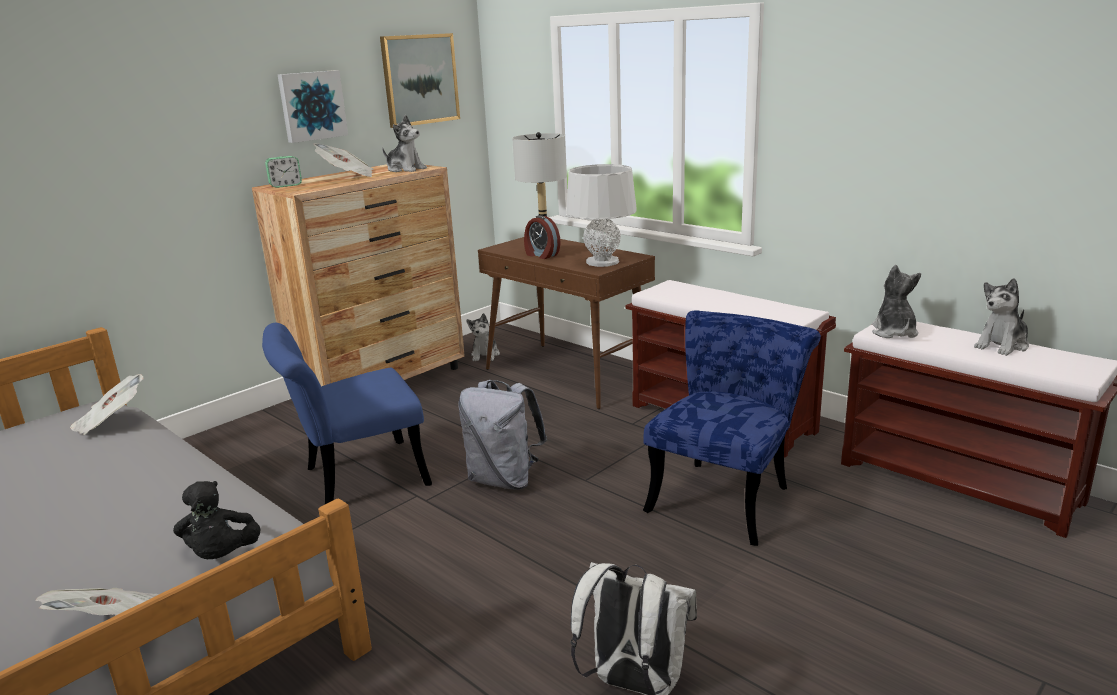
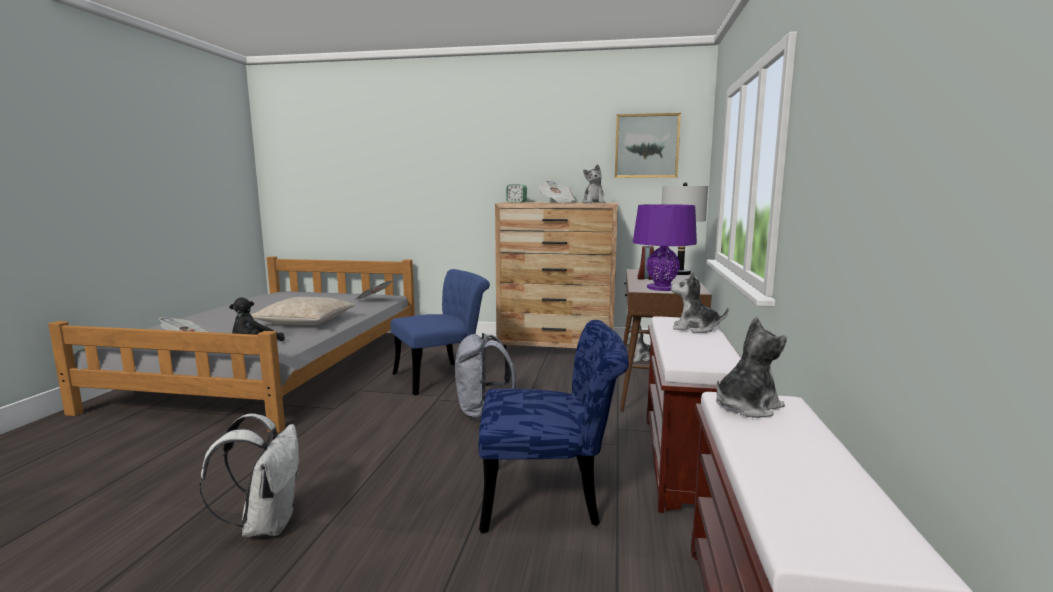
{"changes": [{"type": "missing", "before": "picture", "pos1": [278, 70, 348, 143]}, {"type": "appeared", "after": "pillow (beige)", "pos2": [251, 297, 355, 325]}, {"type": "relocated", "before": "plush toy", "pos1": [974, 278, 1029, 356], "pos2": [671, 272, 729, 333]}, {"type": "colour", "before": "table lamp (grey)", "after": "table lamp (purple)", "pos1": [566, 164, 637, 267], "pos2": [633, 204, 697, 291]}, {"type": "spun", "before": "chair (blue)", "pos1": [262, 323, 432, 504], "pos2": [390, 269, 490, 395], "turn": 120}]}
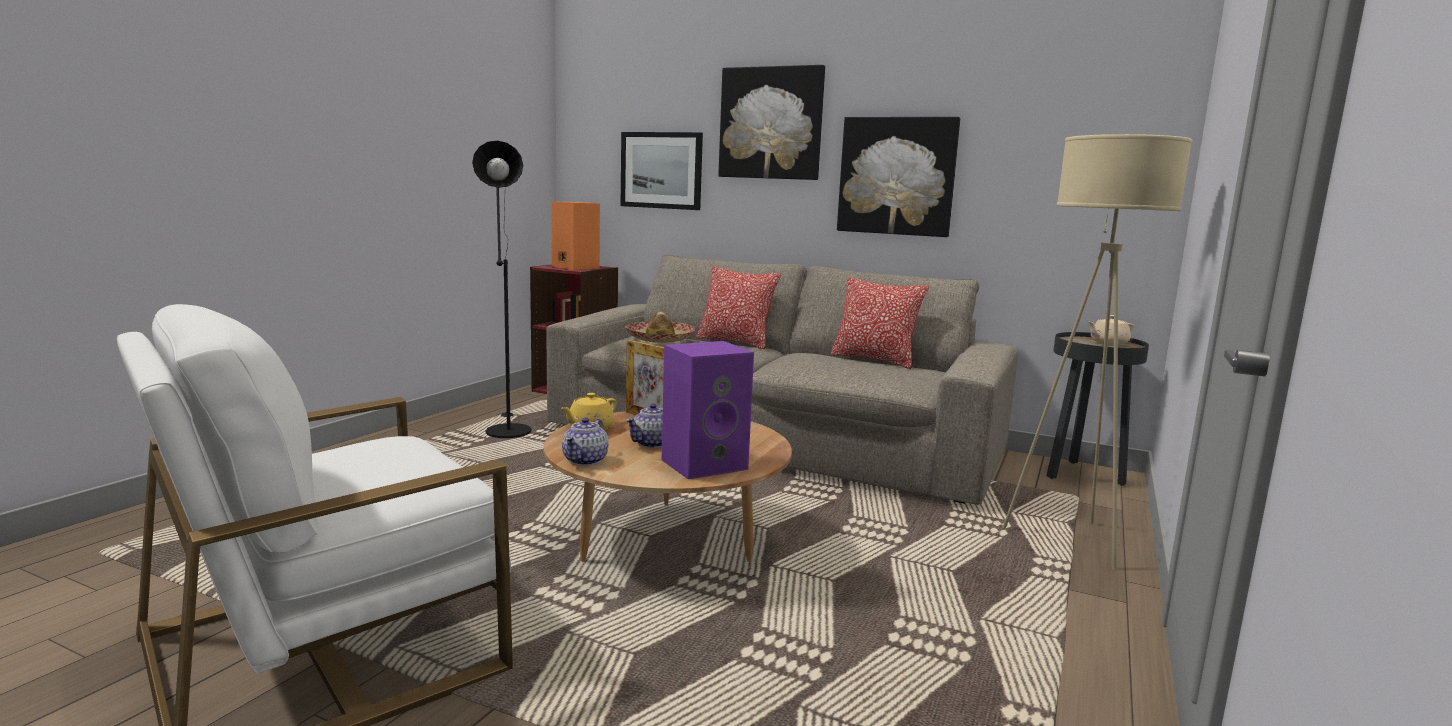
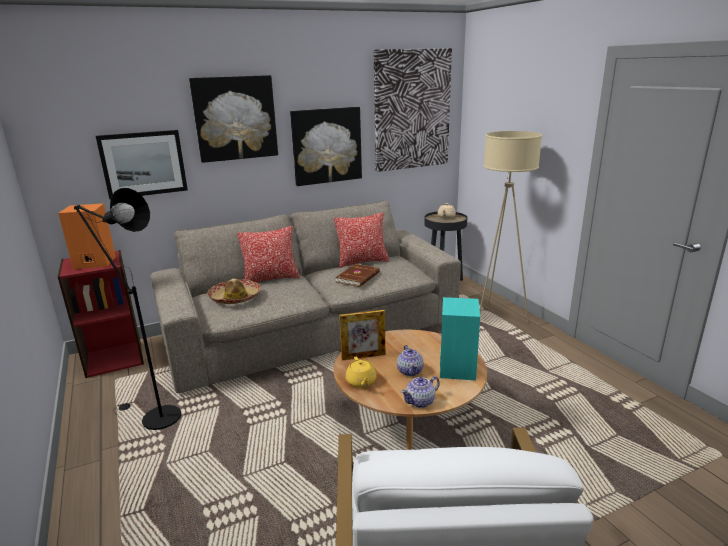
{"changes": [{"type": "appeared", "after": "book (brown)", "pos2": [335, 264, 380, 287]}, {"type": "appeared", "after": "picture", "pos2": [374, 48, 452, 172]}, {"type": "colour", "before": "speaker (purple)", "after": "speaker (turquoise)", "pos1": [662, 341, 754, 479], "pos2": [440, 297, 480, 381]}, {"type": "spun", "before": "teapot", "pos1": [562, 417, 608, 466], "pos2": [401, 376, 440, 408], "turn": 90}]}
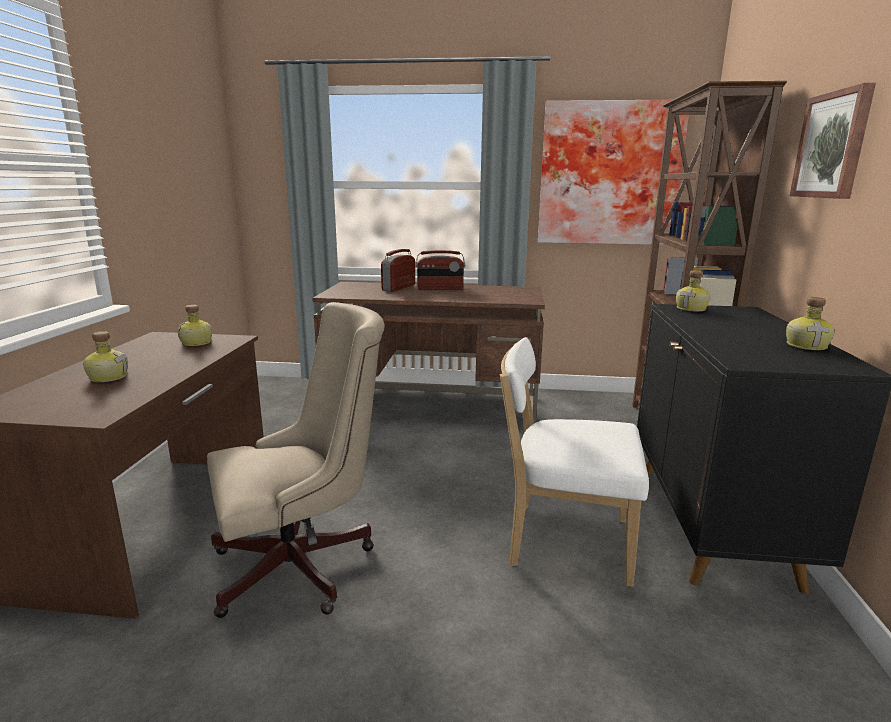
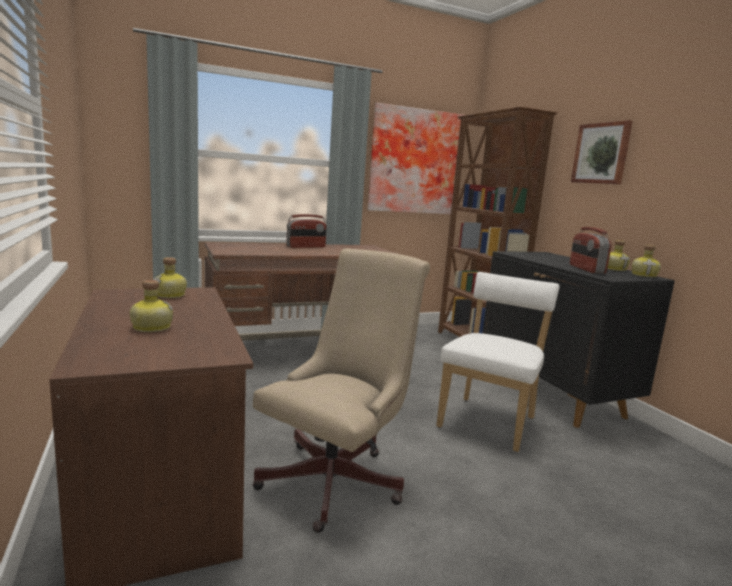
{"changes": [{"type": "relocated", "before": "radio", "pos1": [381, 249, 415, 292], "pos2": [570, 227, 612, 274]}, {"type": "relocated", "before": "bottle", "pos1": [676, 270, 710, 312], "pos2": [632, 245, 661, 277]}, {"type": "spun", "before": "chair (white)", "pos1": [500, 337, 649, 587], "pos2": [436, 272, 559, 452], "turn": 135}]}
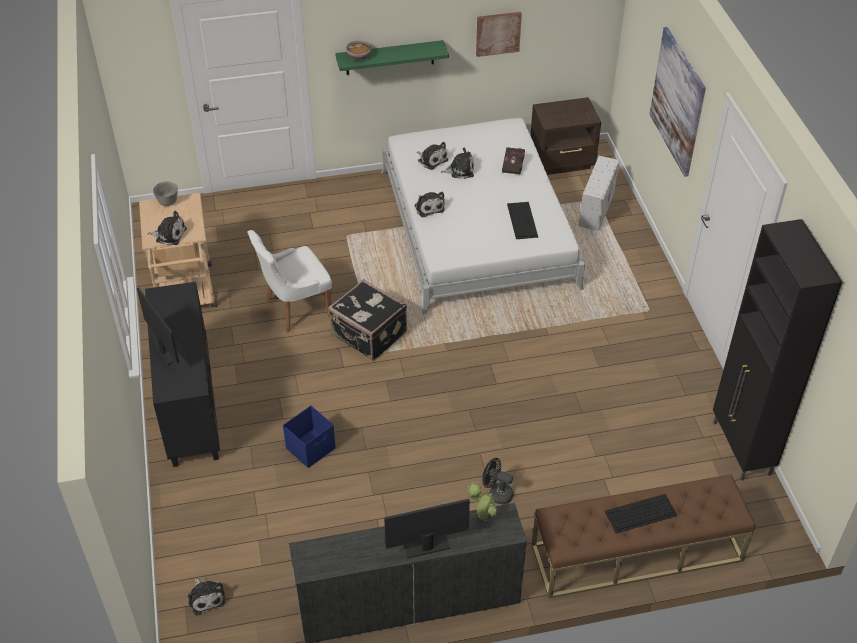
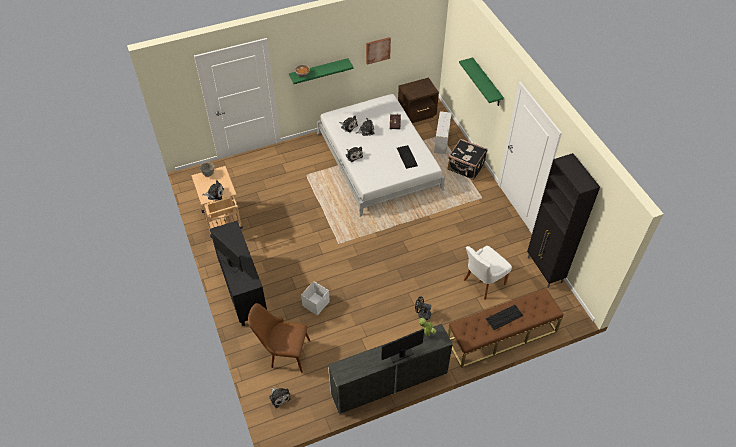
{"changes": [{"type": "appeared", "after": "chair (brown)", "pos2": [248, 303, 311, 373]}, {"type": "relocated", "before": "chair (white)", "pos1": [247, 230, 332, 333], "pos2": [463, 246, 512, 299]}, {"type": "relocated", "before": "suitcase (black)", "pos1": [328, 279, 407, 361], "pos2": [448, 139, 488, 180]}, {"type": "exchanged", "before": "picture", "after": "shelf (green)", "pos1": [649, 27, 706, 177], "pos2": [459, 57, 504, 106]}, {"type": "colour", "before": "storage box (blue)", "after": "storage box (white)", "pos1": [283, 406, 336, 468], "pos2": [301, 281, 330, 315]}]}
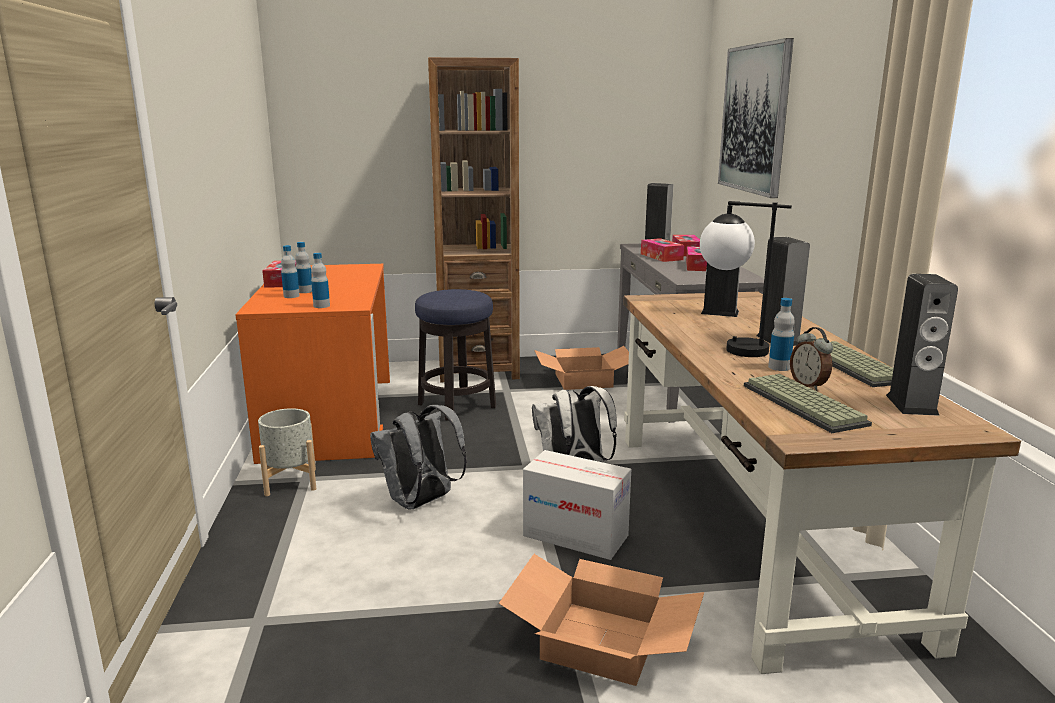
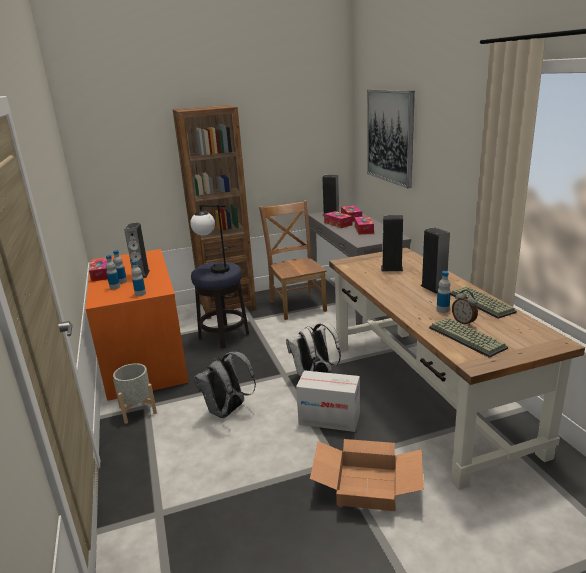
{"changes": [{"type": "relocated", "before": "table lamp", "pos1": [700, 201, 792, 357], "pos2": [190, 204, 230, 274]}, {"type": "relocated", "before": "speaker", "pos1": [886, 274, 958, 416], "pos2": [124, 223, 150, 278]}, {"type": "exchanged", "before": "cardboard box", "after": "chair (brown)", "pos1": [534, 346, 629, 390], "pos2": [259, 200, 327, 320]}]}
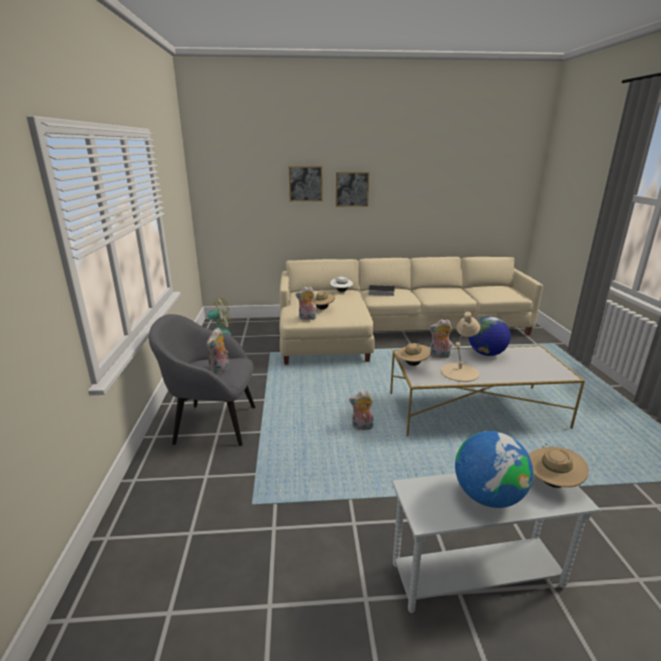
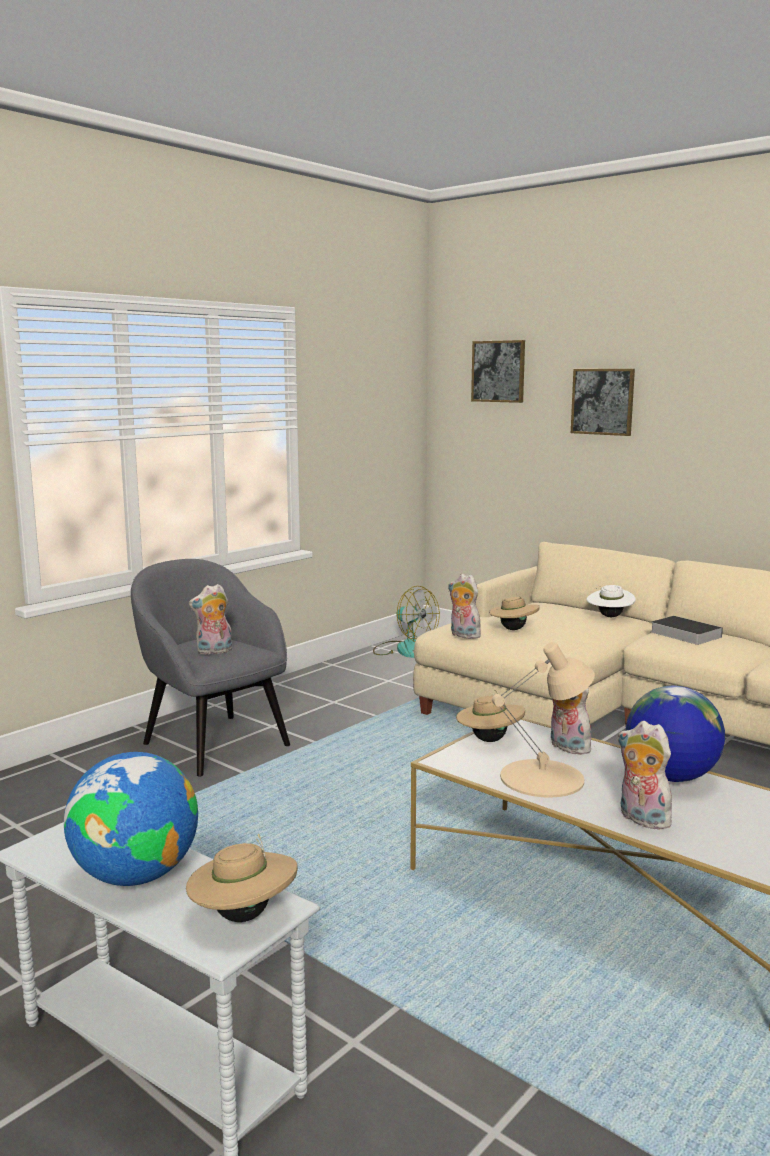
{"changes": [{"type": "relocated", "before": "picture", "pos1": [336, 172, 369, 207], "pos2": [471, 340, 525, 403]}, {"type": "relocated", "before": "plush toy", "pos1": [349, 391, 374, 430], "pos2": [617, 721, 672, 830]}]}
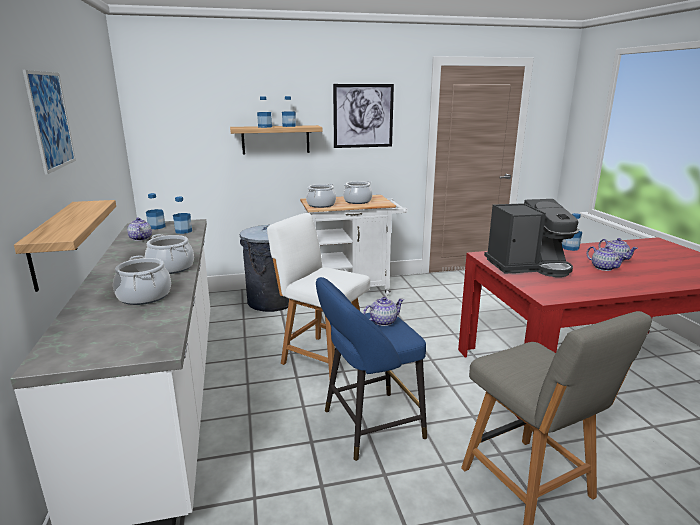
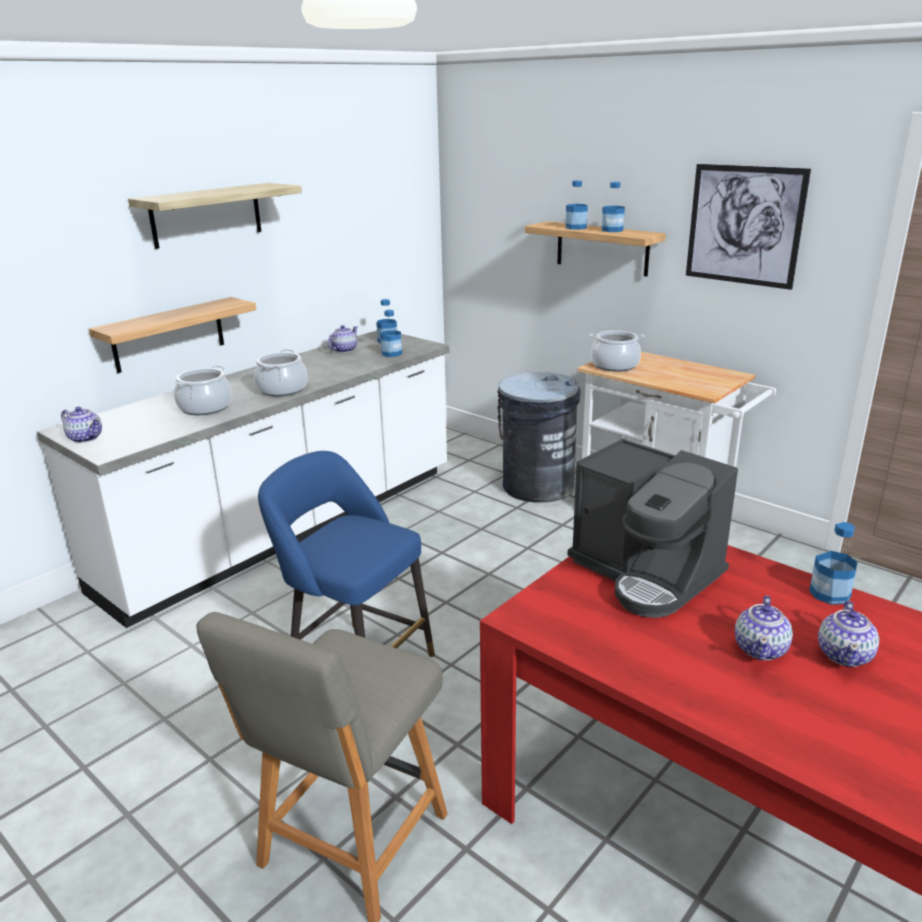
{"changes": [{"type": "missing", "before": "chair (white)", "pos1": [267, 213, 370, 379]}, {"type": "missing", "before": "cooking pot", "pos1": [343, 181, 372, 204]}, {"type": "relocated", "before": "teapot", "pos1": [363, 297, 404, 326], "pos2": [61, 407, 102, 443]}, {"type": "exchanged", "before": "picture", "after": "shelf", "pos1": [23, 70, 76, 174], "pos2": [128, 183, 302, 249]}]}
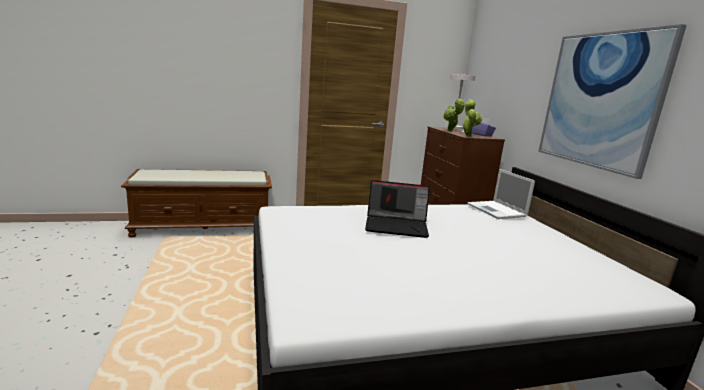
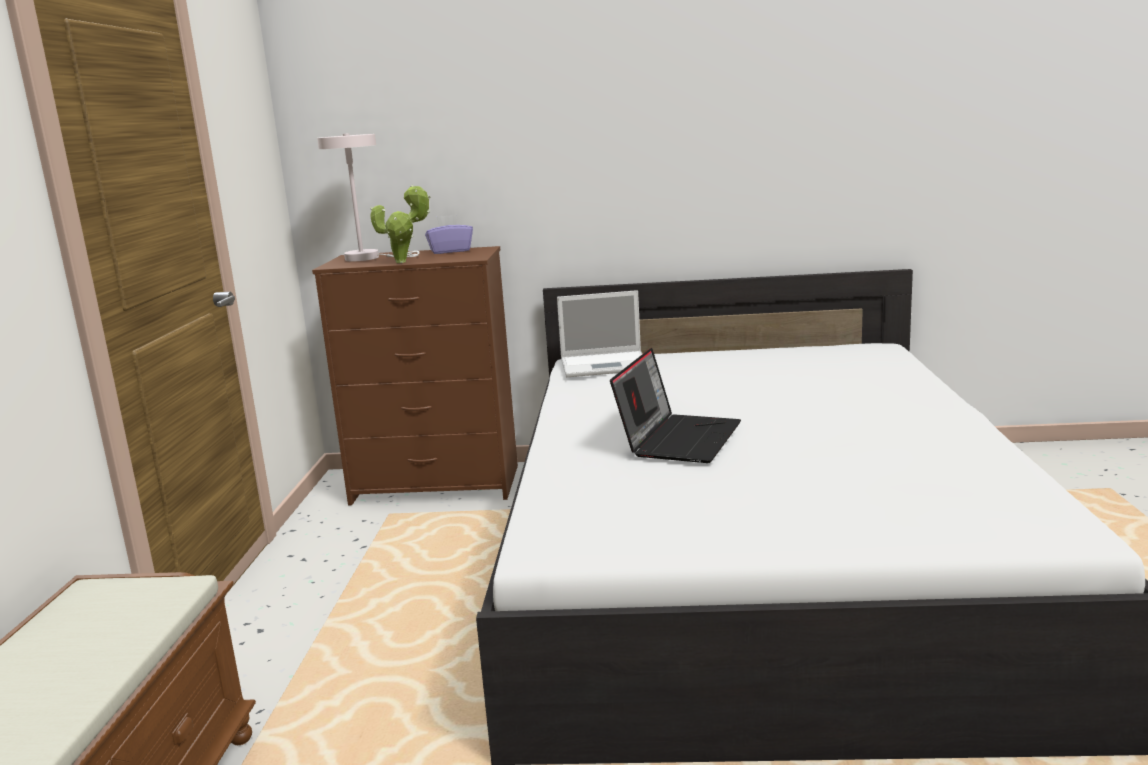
{"changes": [{"type": "missing", "before": "potted plant", "pos1": [462, 99, 482, 137]}, {"type": "missing", "before": "picture", "pos1": [538, 24, 687, 179]}]}
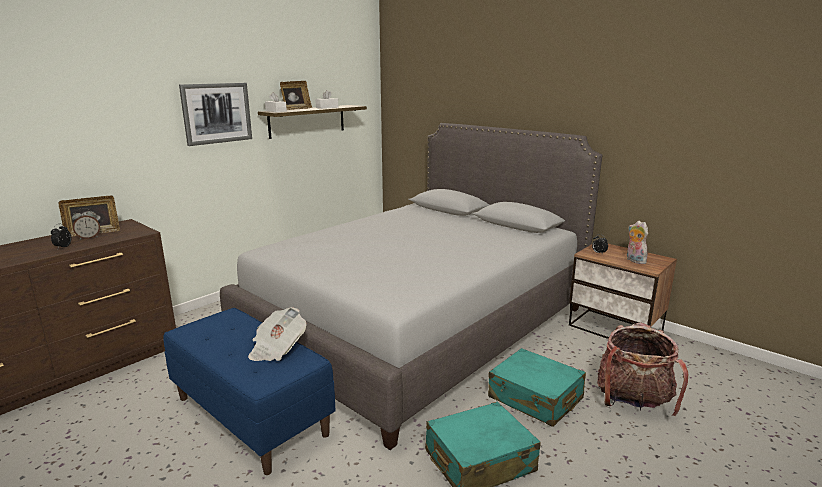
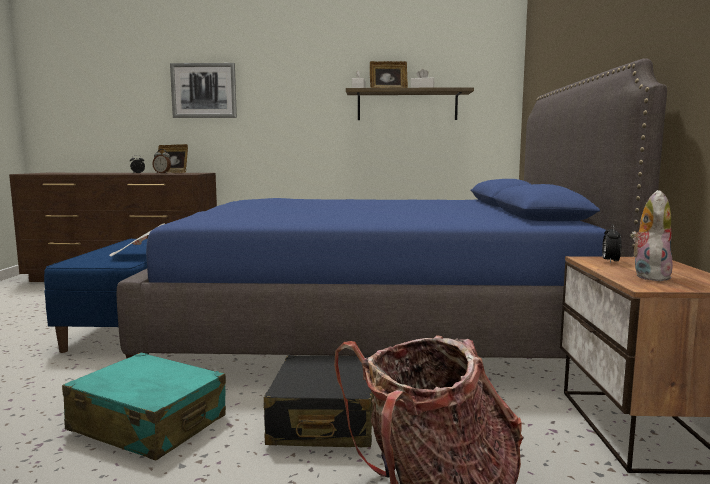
{"changes": [{"type": "relocated", "before": "picture", "pos1": [179, 83, 252, 146], "pos2": [170, 63, 237, 118]}, {"type": "colour", "before": "bed (grey)", "after": "bed (blue)", "pos1": [220, 123, 602, 450], "pos2": [117, 58, 667, 359]}, {"type": "colour", "before": "suitcase (turquoise)", "after": "suitcase (black)", "pos1": [488, 348, 586, 427], "pos2": [264, 355, 374, 447]}]}
